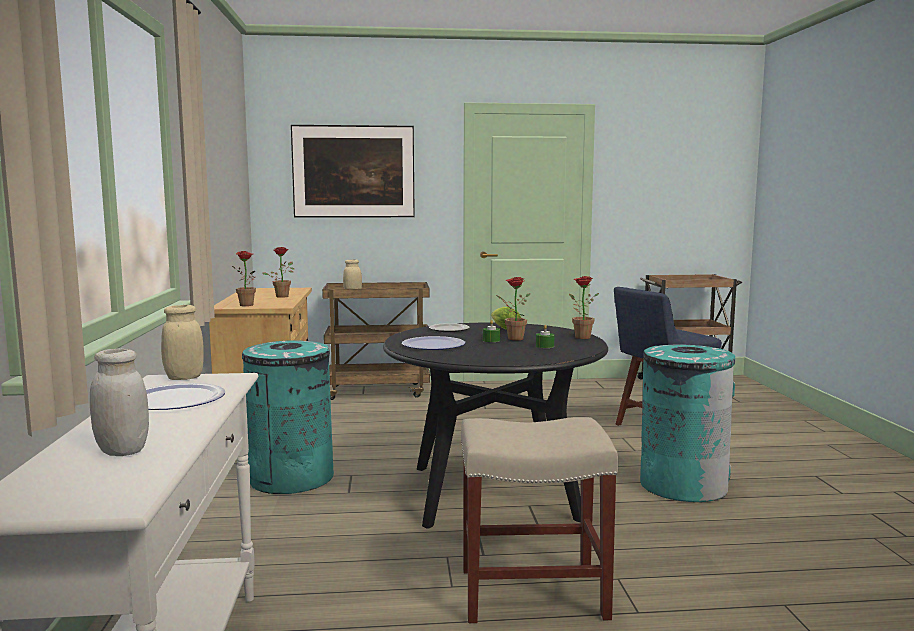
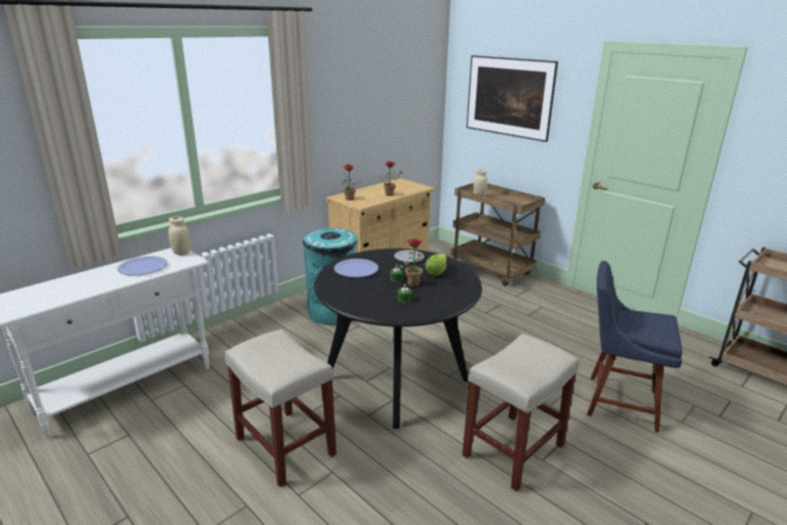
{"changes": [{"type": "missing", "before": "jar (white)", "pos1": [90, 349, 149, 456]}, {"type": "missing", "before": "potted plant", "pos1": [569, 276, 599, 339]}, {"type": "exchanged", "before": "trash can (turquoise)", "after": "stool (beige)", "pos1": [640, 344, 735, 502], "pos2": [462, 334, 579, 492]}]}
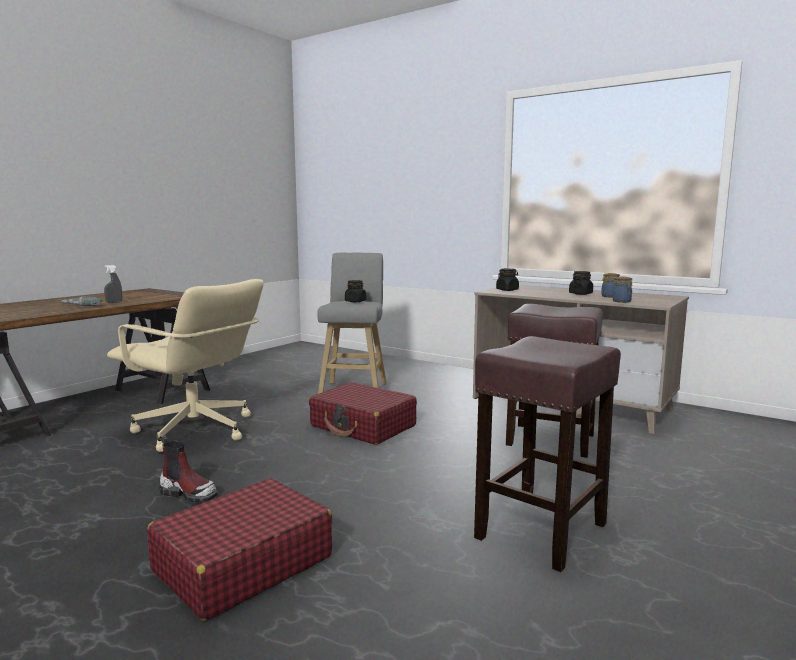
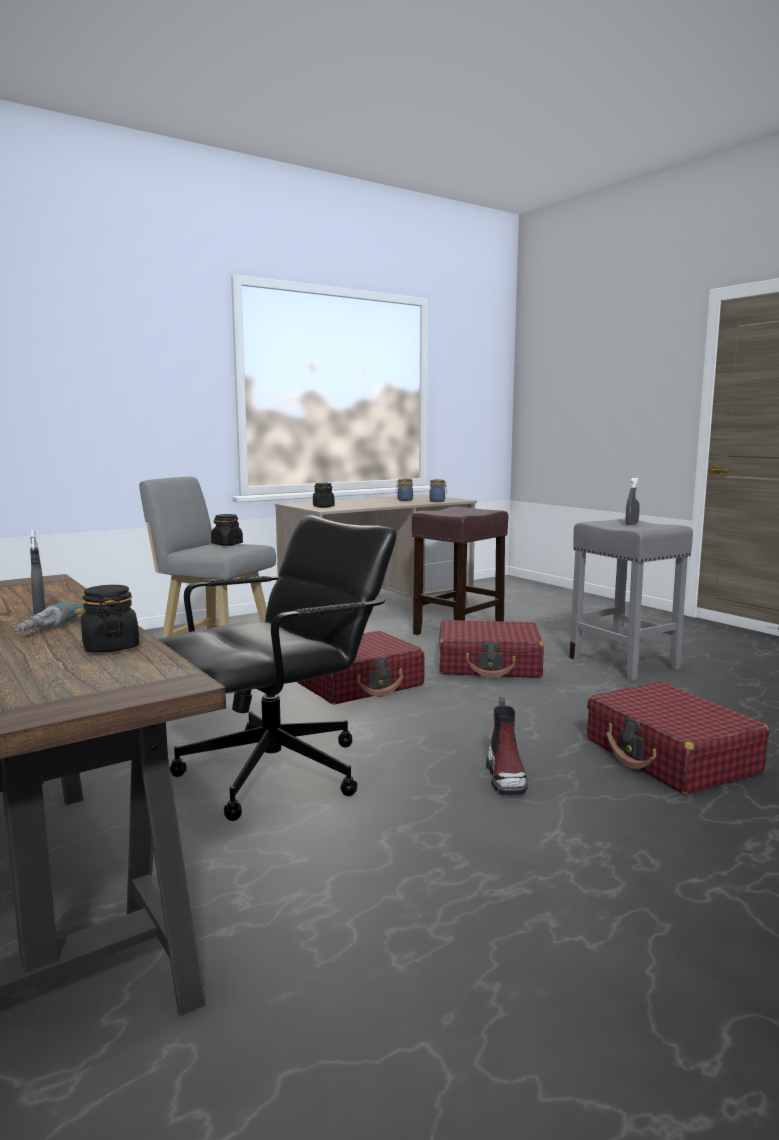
{"changes": [{"type": "appeared", "after": "suitcase (red)", "pos2": [439, 620, 544, 678]}, {"type": "appeared", "after": "spray bottle (grey)", "pos2": [626, 478, 640, 525]}, {"type": "relocated", "before": "jar (black)", "pos1": [569, 271, 593, 295], "pos2": [81, 585, 139, 652]}, {"type": "colour", "before": "office chair (beige)", "after": "office chair (black)", "pos1": [107, 279, 263, 452], "pos2": [158, 515, 396, 821]}, {"type": "colour", "before": "stool (brown)", "after": "stool (grey)", "pos1": [474, 336, 621, 572], "pos2": [569, 518, 693, 681]}, {"type": "spun", "before": "boot", "pos1": [159, 436, 217, 502], "pos2": [486, 697, 528, 795], "turn": 135}]}
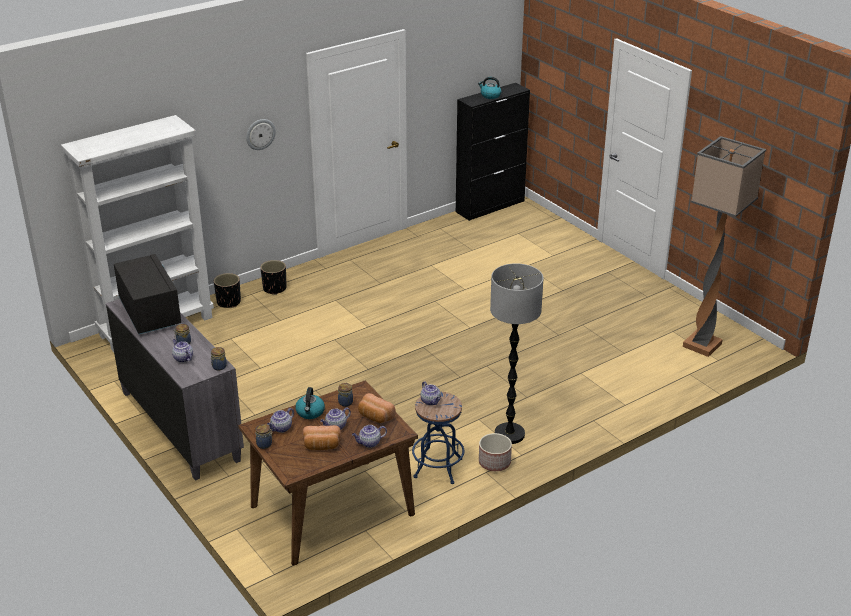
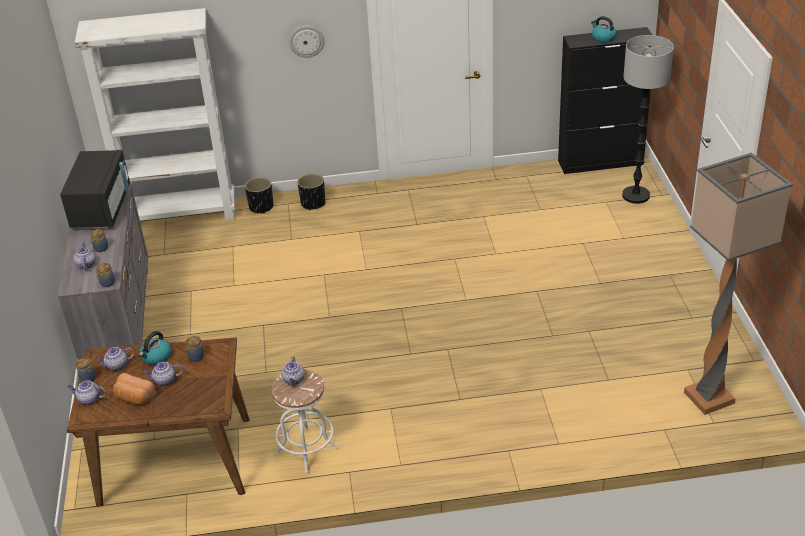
{"changes": [{"type": "missing", "before": "bread", "pos1": [358, 393, 396, 423]}, {"type": "missing", "before": "planter", "pos1": [479, 433, 512, 471]}, {"type": "relocated", "before": "teapot", "pos1": [352, 425, 387, 448], "pos2": [67, 381, 106, 405]}, {"type": "relocated", "before": "floor lamp", "pos1": [490, 263, 543, 444], "pos2": [622, 35, 674, 204]}, {"type": "colour", "before": "stool (blue)", "after": "stool (white)", "pos1": [412, 392, 464, 484], "pos2": [272, 370, 338, 474]}]}
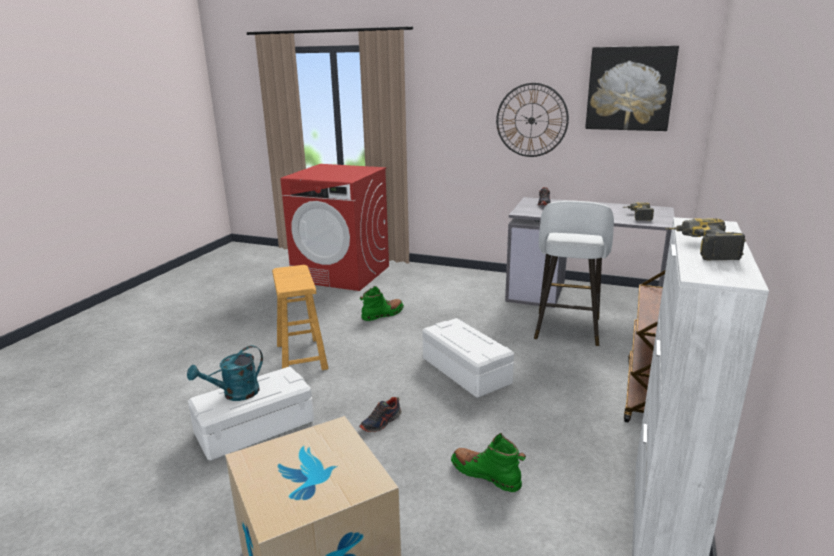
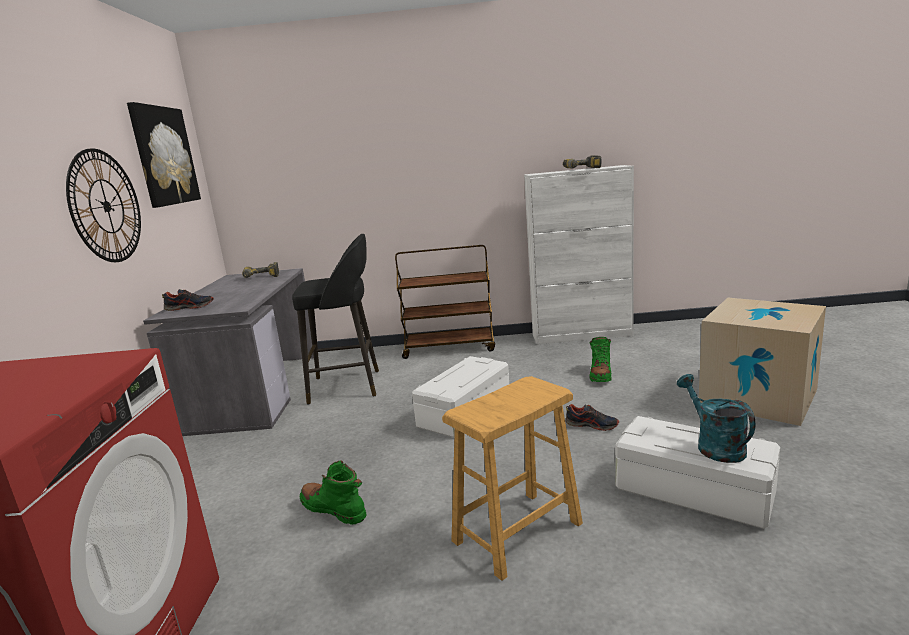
{"changes": [{"type": "colour", "before": "stool (white)", "after": "stool (black)", "pos1": [534, 201, 614, 346], "pos2": [292, 234, 379, 404]}, {"type": "spun", "before": "watering can (turquoise)", "pos1": [187, 345, 263, 401], "pos2": [677, 374, 755, 463], "turn": -135}]}
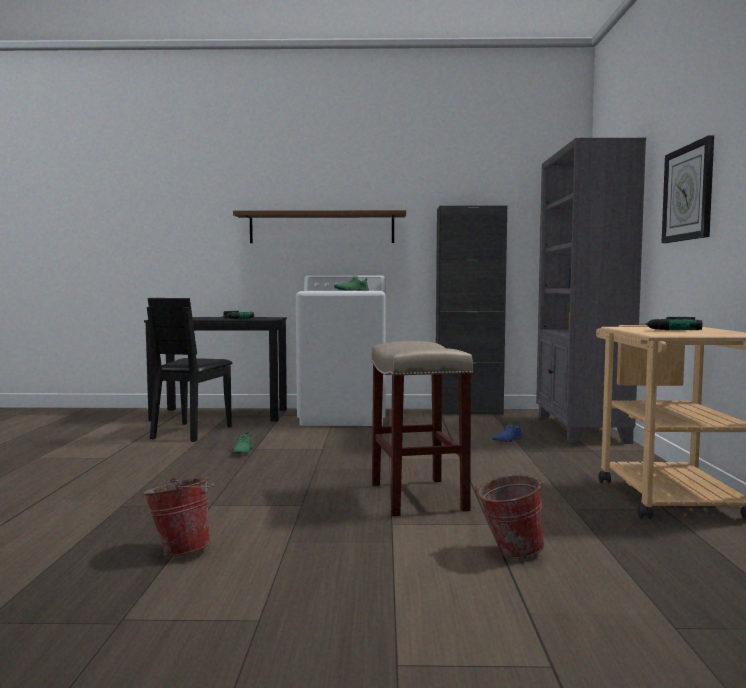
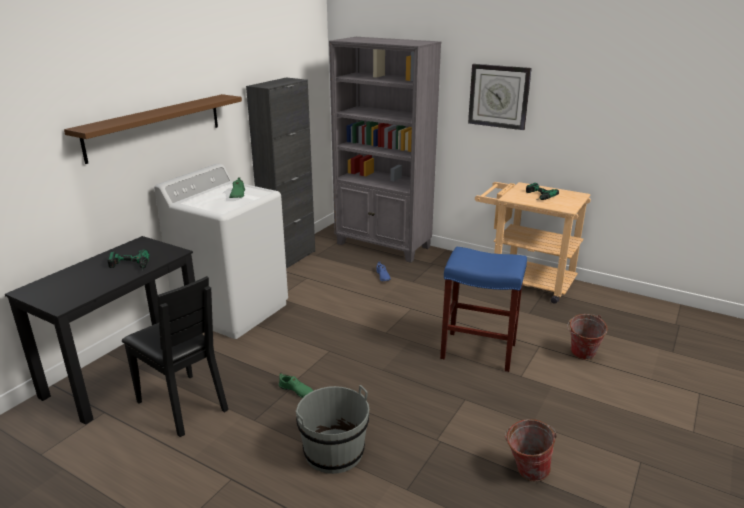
{"changes": [{"type": "appeared", "after": "bucket (grey)", "pos2": [296, 385, 369, 474]}, {"type": "colour", "before": "stool (beige)", "after": "stool (blue)", "pos1": [371, 341, 473, 516], "pos2": [440, 247, 527, 372]}]}
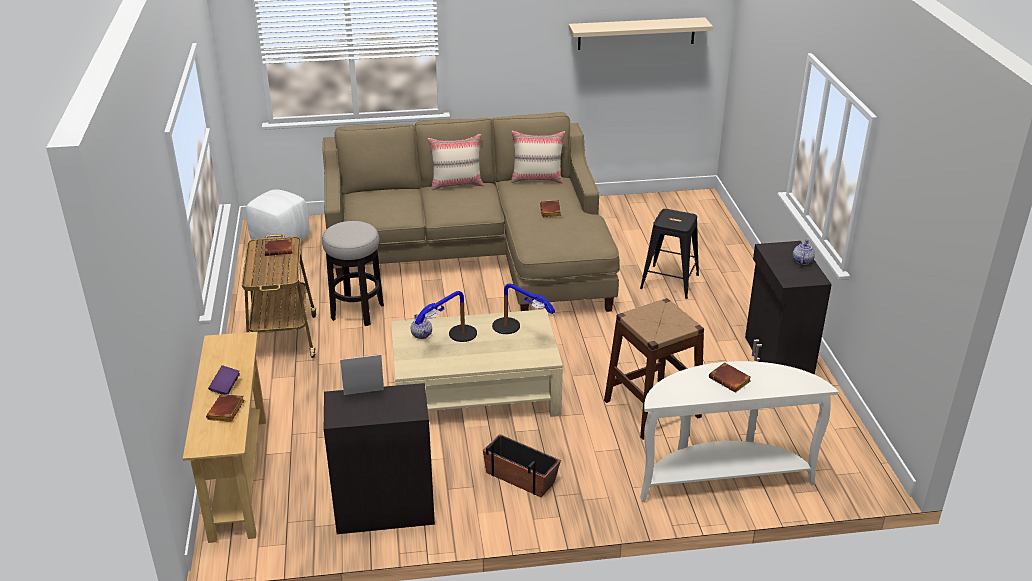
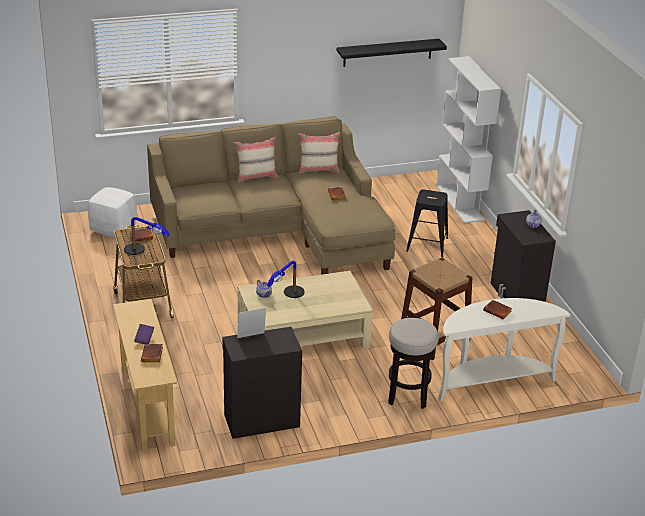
{"changes": [{"type": "missing", "before": "planter", "pos1": [483, 434, 561, 497]}, {"type": "appeared", "after": "bookcase (white)", "pos2": [436, 56, 501, 223]}, {"type": "relocated", "before": "stool", "pos1": [322, 221, 384, 326], "pos2": [388, 318, 439, 409]}, {"type": "relocated", "before": "table lamp", "pos1": [492, 284, 555, 334], "pos2": [124, 217, 170, 255]}, {"type": "colour", "before": "shelf (beige)", "after": "shelf (black)", "pos1": [569, 17, 713, 50], "pos2": [337, 39, 447, 67]}]}
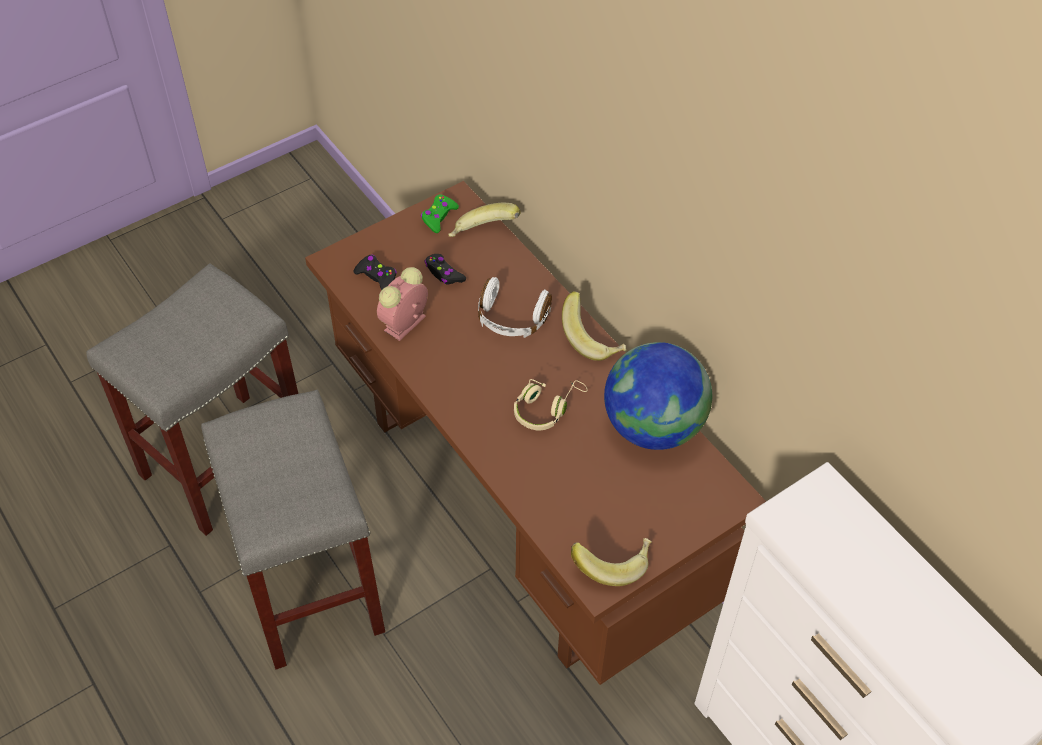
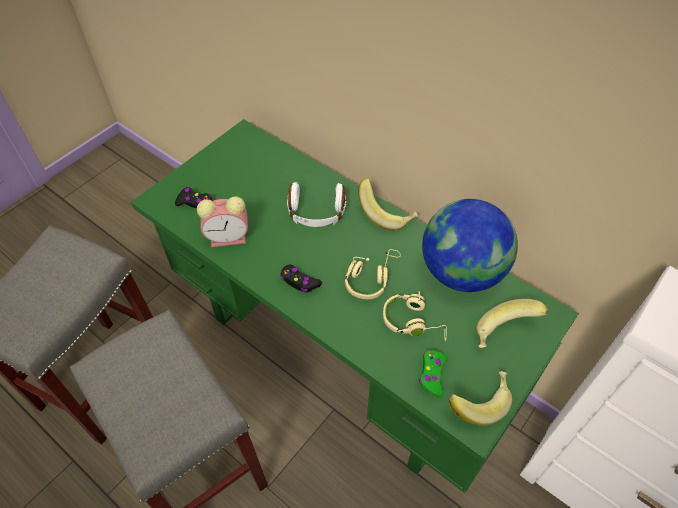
{"changes": [{"type": "appeared", "after": "headphones (beige)", "pos2": [383, 291, 447, 341]}, {"type": "relocated", "before": "game controller (green)", "pos1": [421, 195, 459, 233], "pos2": [419, 350, 448, 397]}, {"type": "relocated", "before": "game controller (black)", "pos1": [425, 254, 466, 284], "pos2": [280, 264, 322, 293]}, {"type": "relocated", "before": "banana", "pos1": [448, 203, 521, 237], "pos2": [476, 299, 548, 348]}, {"type": "colour", "before": "desk (brown)", "after": "desk (green)", "pos1": [305, 181, 766, 685], "pos2": [131, 119, 579, 493]}, {"type": "spun", "before": "alarm clock", "pos1": [377, 267, 428, 341], "pos2": [197, 196, 248, 247], "turn": -120}]}
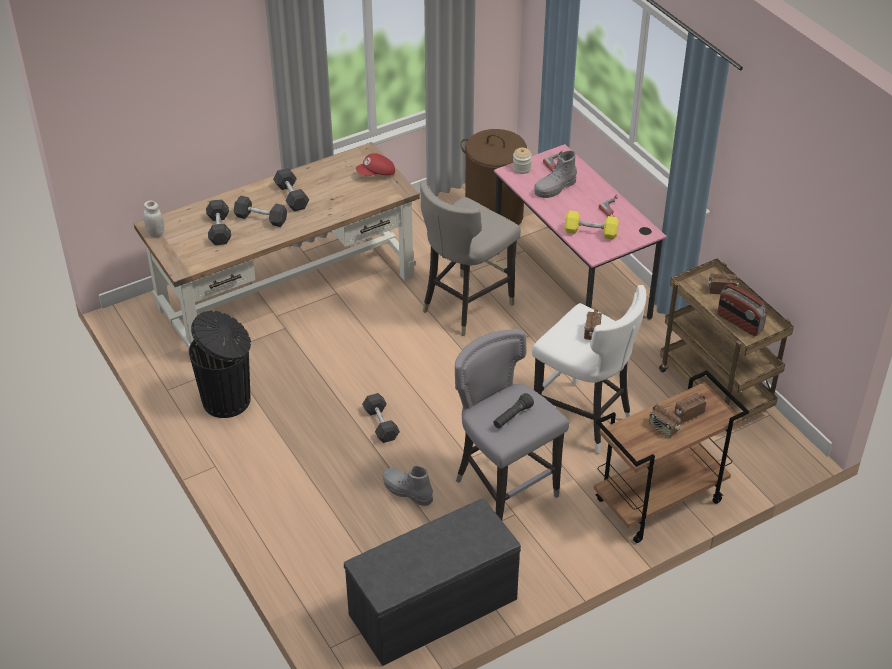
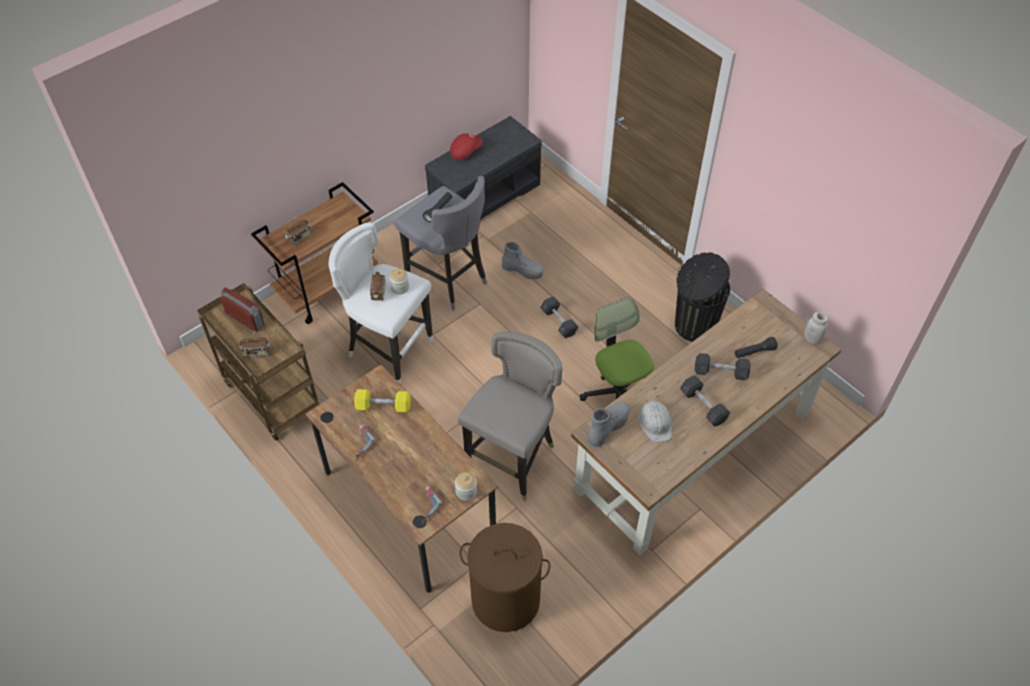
{"changes": [{"type": "missing", "before": "radio", "pos1": [649, 404, 681, 437]}, {"type": "appeared", "after": "jar", "pos2": [389, 268, 409, 294]}, {"type": "appeared", "after": "office chair", "pos2": [580, 297, 654, 401]}, {"type": "appeared", "after": "hard hat (white)", "pos2": [638, 400, 672, 443]}, {"type": "relocated", "before": "cap (red)", "pos1": [356, 153, 395, 176], "pos2": [450, 133, 483, 160]}, {"type": "relocated", "before": "boot (grey)", "pos1": [534, 150, 577, 198], "pos2": [588, 402, 630, 447]}, {"type": "exchanged", "before": "dumbbell (grey)", "after": "flashlight (black)", "pos1": [206, 199, 231, 245], "pos2": [735, 337, 778, 358]}, {"type": "colour", "before": "desk (pink)", "after": "desk (brown)", "pos1": [494, 144, 667, 319], "pos2": [305, 364, 498, 593]}]}
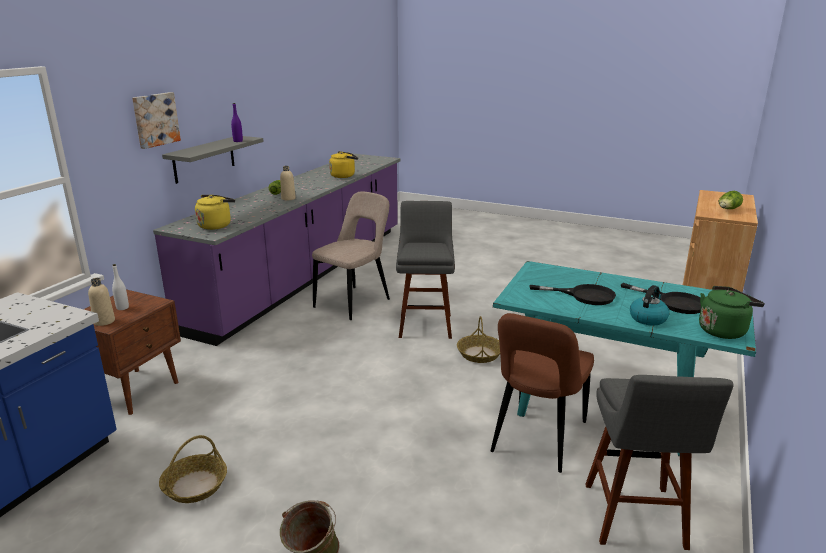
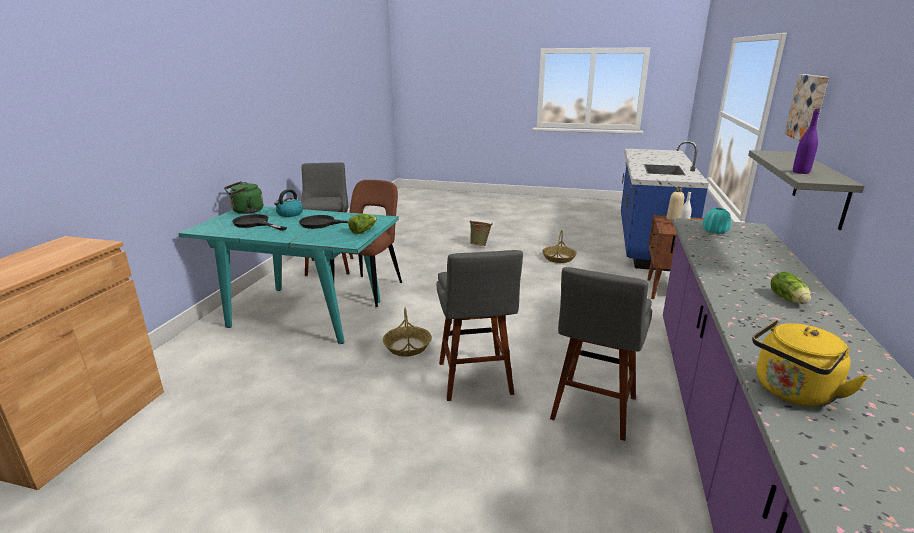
{"changes": [{"type": "missing", "before": "bottle (beige)", "pos1": [280, 166, 296, 200]}, {"type": "relocated", "before": "lettuce", "pos1": [719, 191, 743, 209], "pos2": [348, 214, 377, 234]}, {"type": "exchanged", "before": "kettle (yellow)", "after": "vase (turquoise)", "pos1": [195, 195, 235, 230], "pos2": [703, 208, 731, 234]}, {"type": "exchanged", "before": "chair (beige)", "after": "stool (grey)", "pos1": [312, 192, 390, 320], "pos2": [550, 267, 652, 441]}]}
